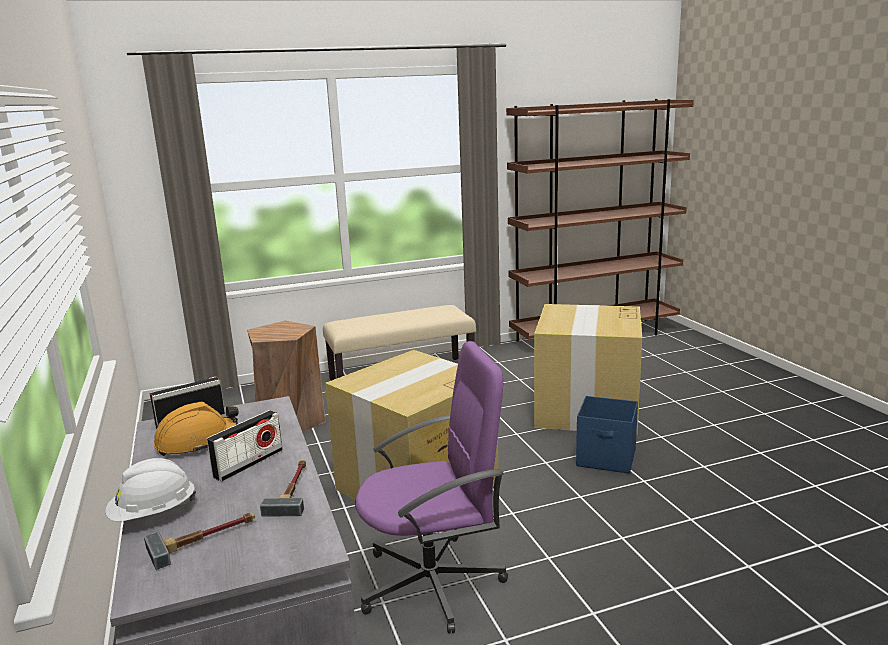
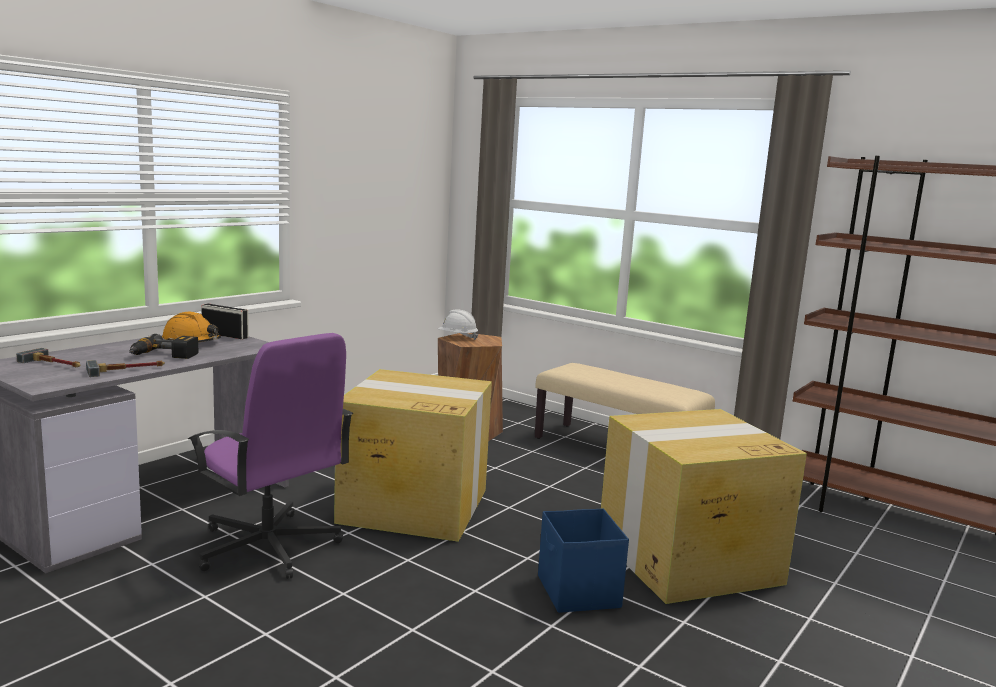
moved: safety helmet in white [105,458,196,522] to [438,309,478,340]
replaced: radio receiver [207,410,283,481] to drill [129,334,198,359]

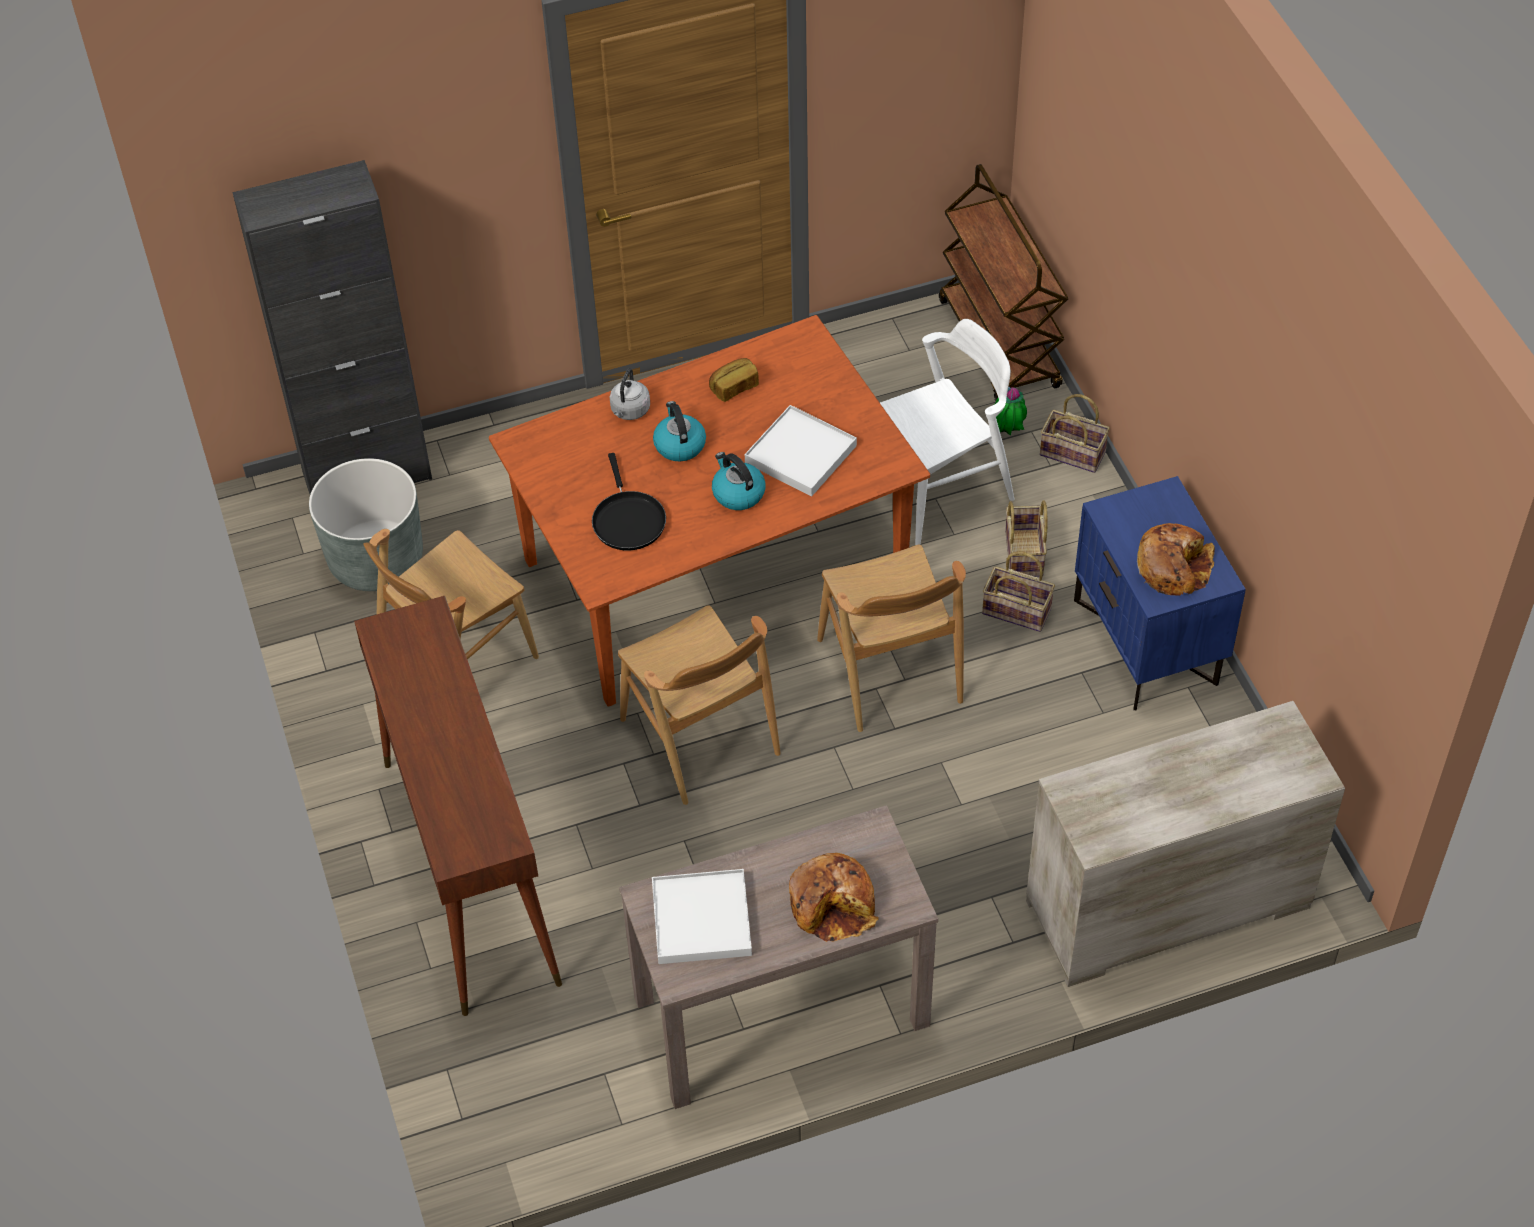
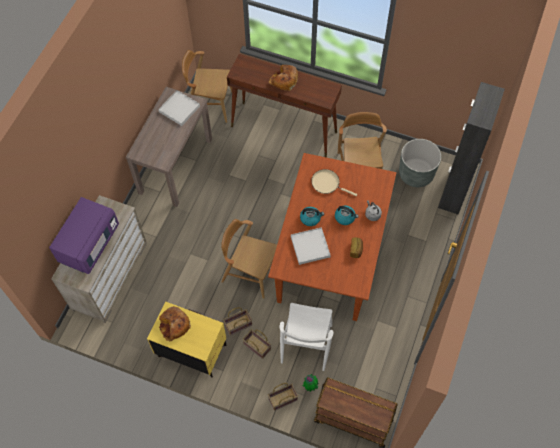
added: microwave in purplish [49,197,119,274]
moved: plain chair in brownish [618,606,781,805] to [182,50,232,123]; bread [789,853,879,942] to [268,65,298,91]
recoloured: frying pan in black-coloured [592,453,666,551] to frying pan in sand-coloured [311,169,357,196]; nightstand in blue [1074,476,1246,711] to nightstand in yellow [147,301,227,378]

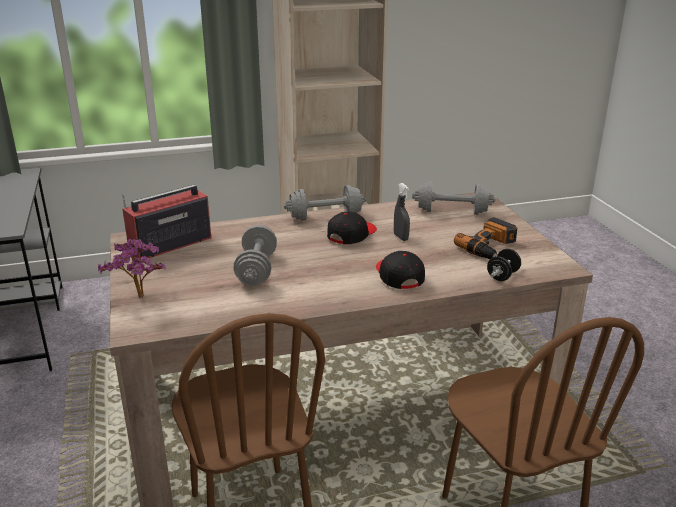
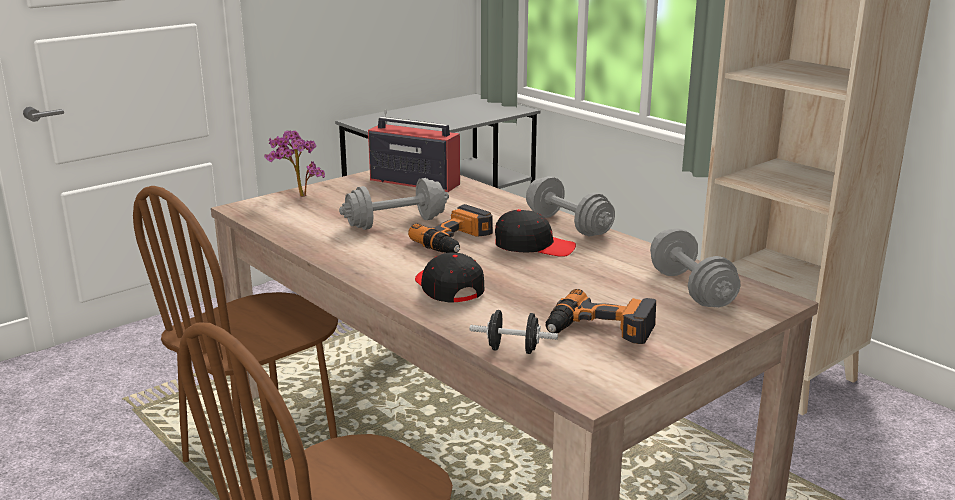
removed: sprayer in gray [394,183,410,241]
added: drill [408,204,493,253]
turned: peaked cap in black-coloured [376,251,425,289] = [415,253,485,303] 75 degrees counterclockwise

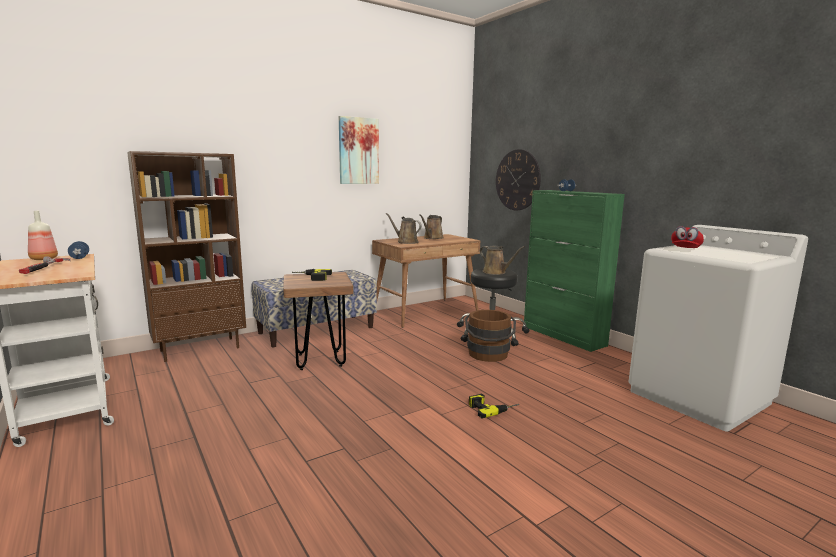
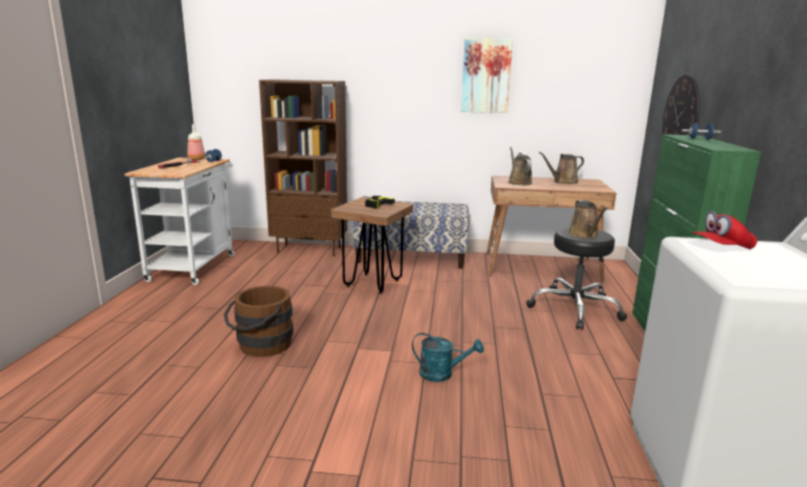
moved: water bucket in brownish [465,310,516,362] to [224,286,293,357]
replaced: drill [469,394,519,419] to watering can in blue-green [412,333,484,382]

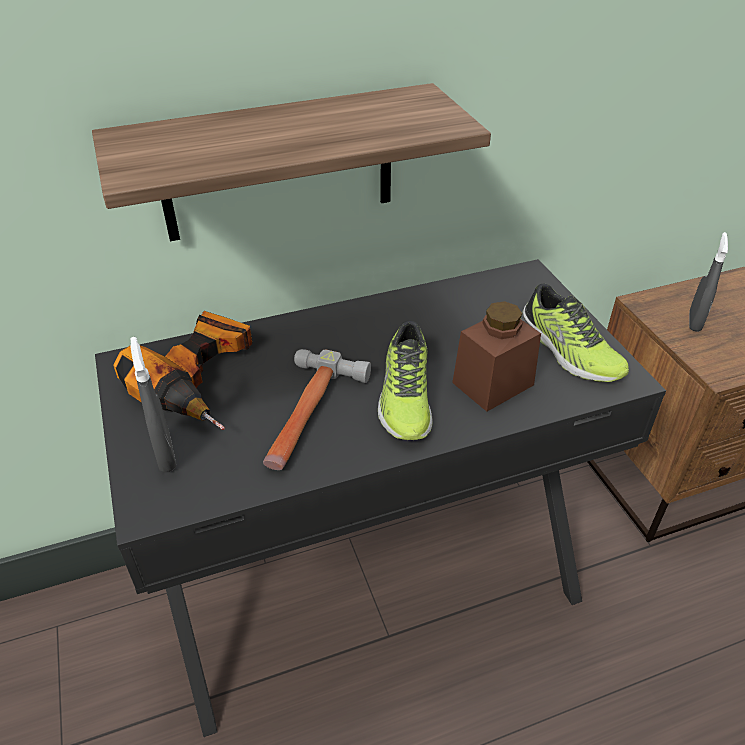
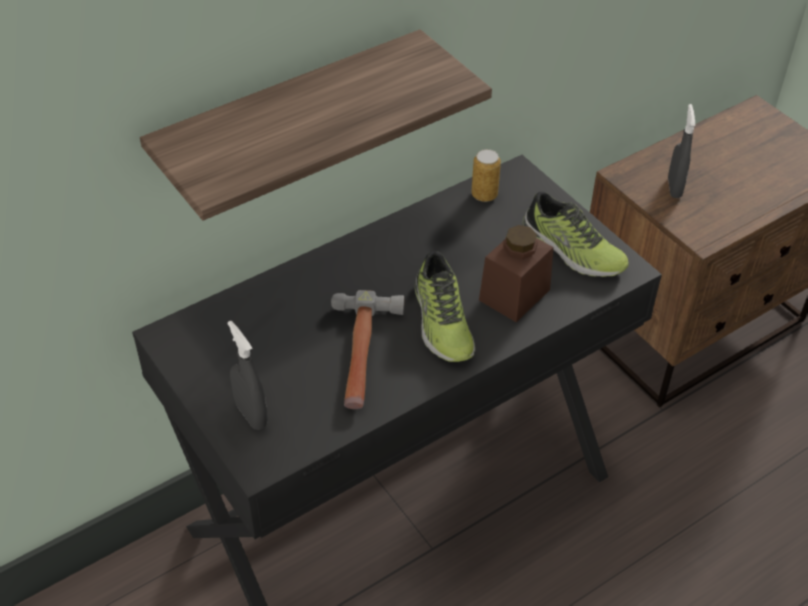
removed: drill [113,311,252,430]
added: can [471,149,501,202]

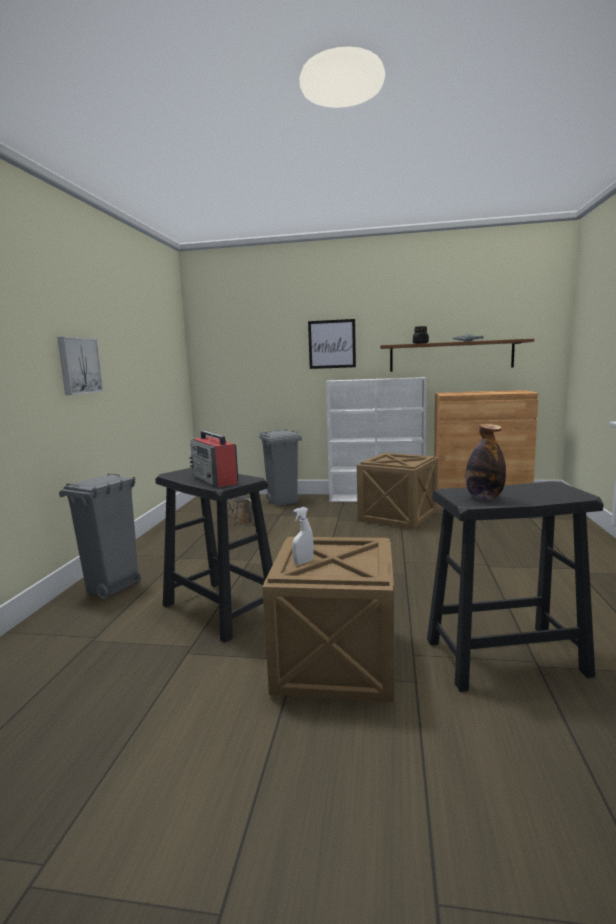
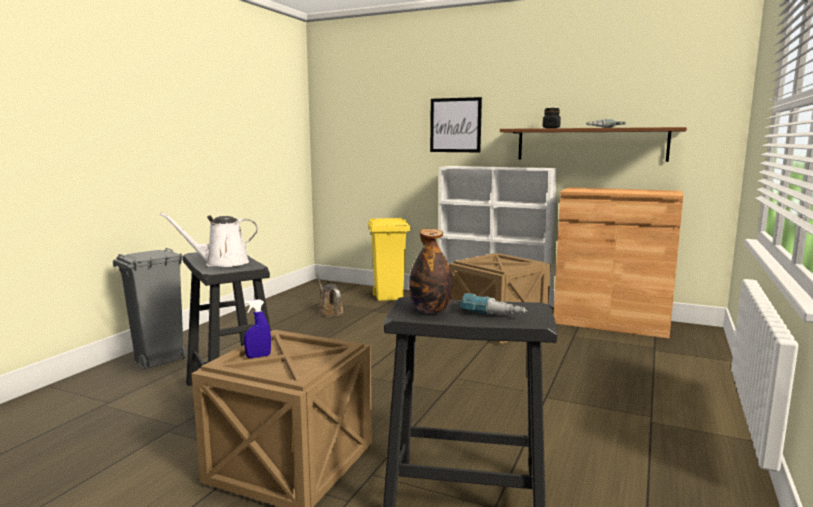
removed: wall picture [57,337,103,395]
added: drill [460,293,527,314]
replaced: radio receiver [189,431,239,487] to watering can in white [160,212,258,267]
recoloured: trash can in gray [259,429,302,506] to trash can in yellow [368,218,410,301]; sprayer in white [292,507,314,565] to sprayer in blue [244,299,271,358]

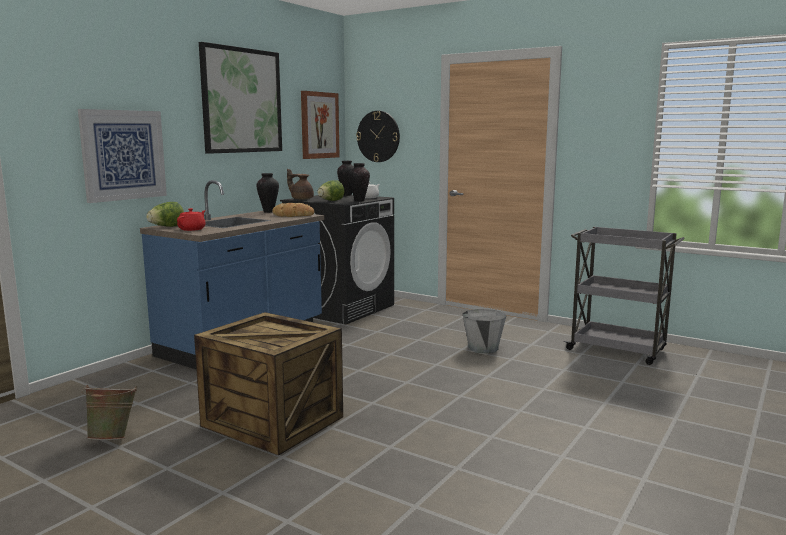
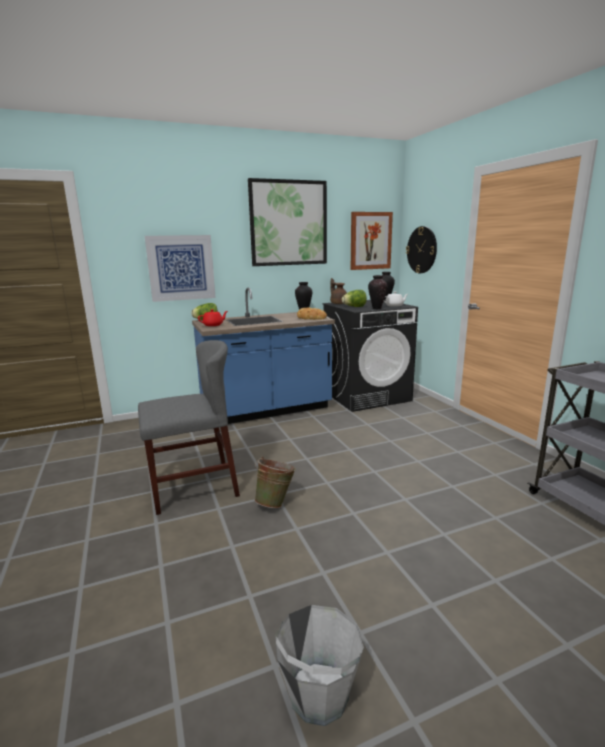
moved: water bucket in gray [462,309,506,354] to [275,605,364,726]; water bucket in greenish [81,385,137,440] to [255,456,296,508]
replaced: shipping crate [194,312,343,455] to plain chair in gray [138,340,240,515]

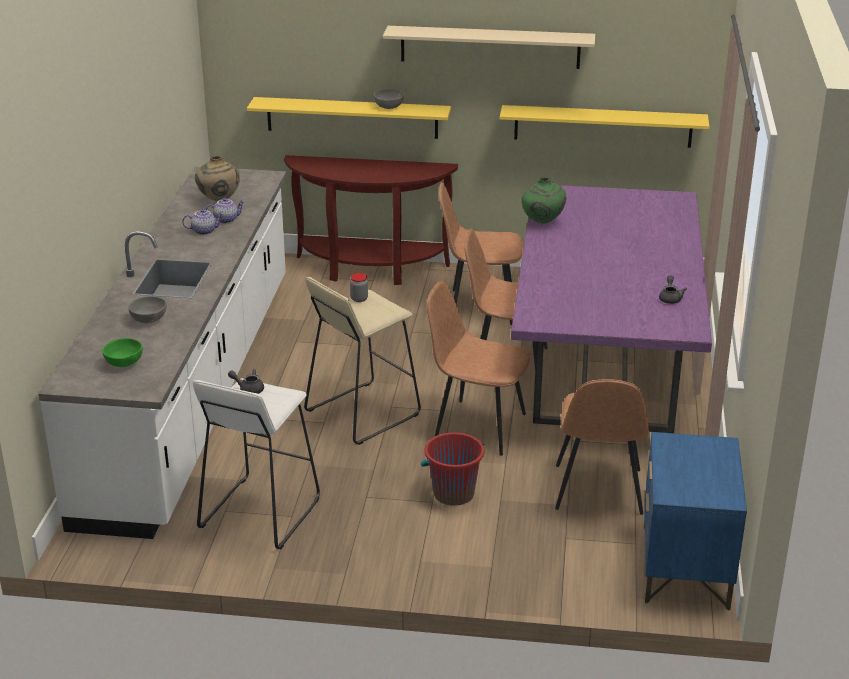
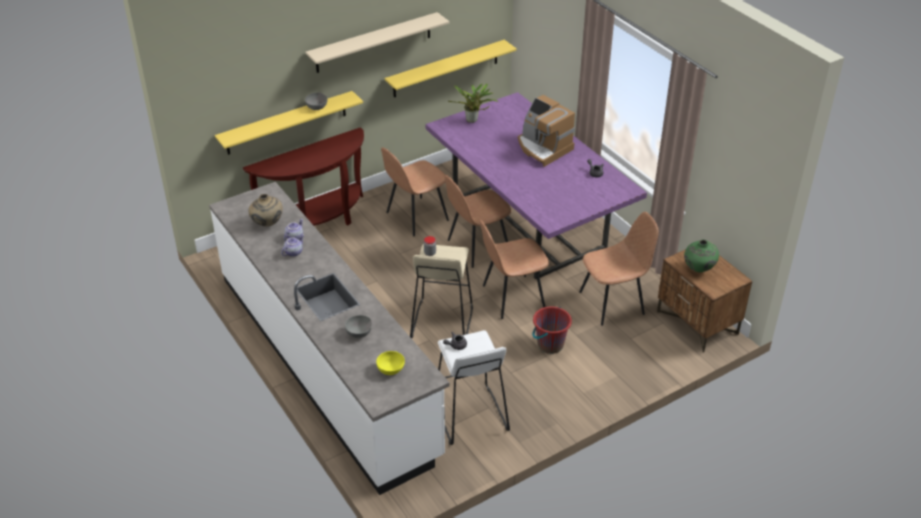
added: plant in a pot [448,84,498,123]; coffee brewer [518,95,575,167]
moved: decorative vase in greenish [521,177,566,224] to [684,240,719,272]
recoloured: serving bowl in greenish [102,338,143,367] to serving bowl in yellow [376,351,405,375]; nightstand in blue [644,432,747,611] to nightstand in brownish [657,249,752,353]
turned: plain chair in brownish [555,379,649,515] = [579,212,659,326] 75 degrees counterclockwise

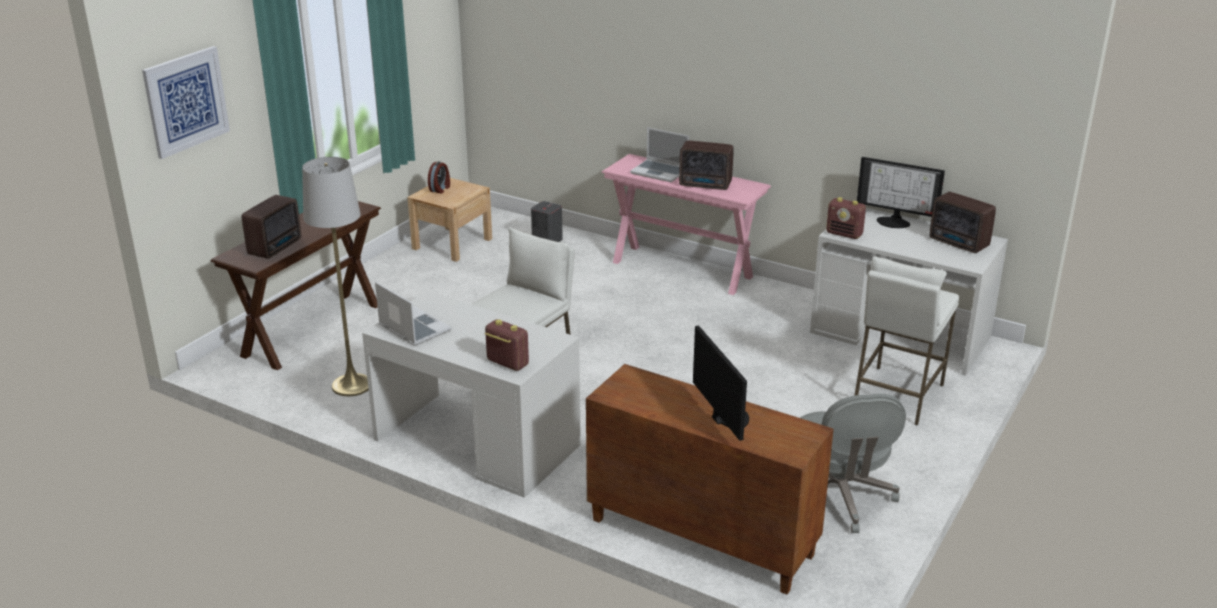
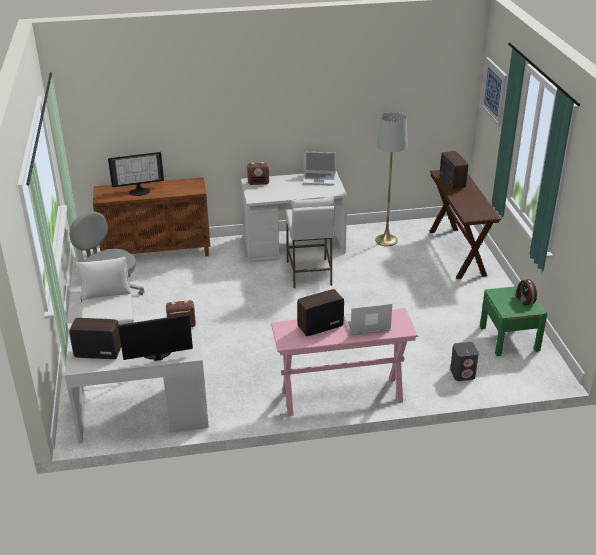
recoloured: nightstand in sand-coloured [407,178,492,262] to nightstand in greenish [480,286,547,356]
turned: computer display [693,325,749,441] = [108,152,164,196] 45 degrees counterclockwise

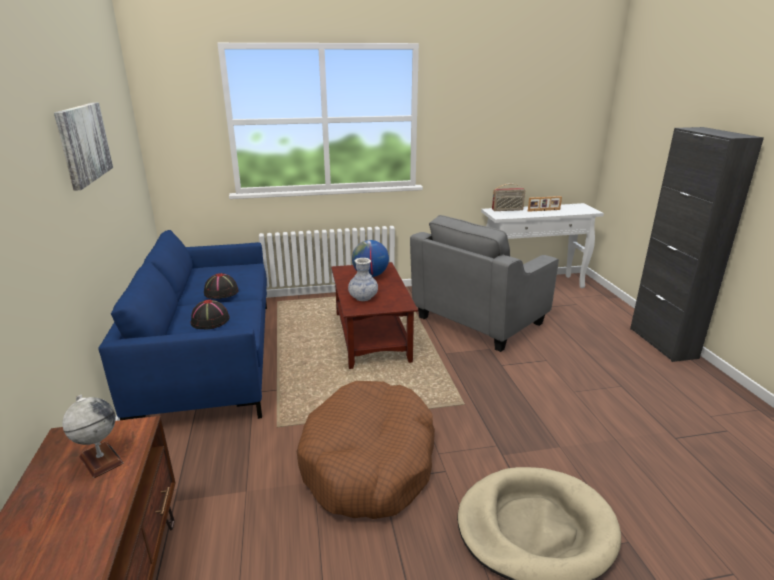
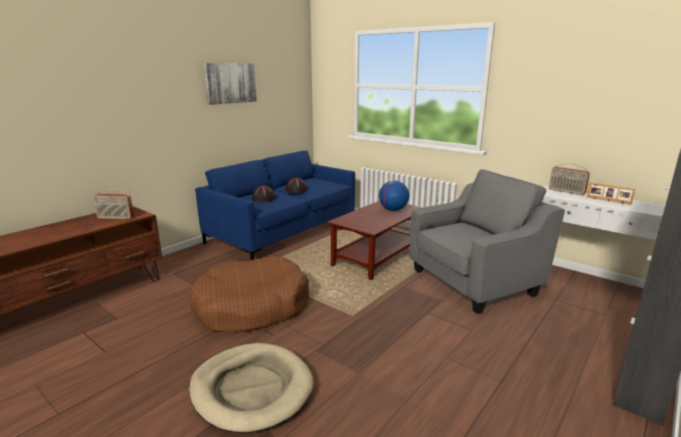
removed: decorative vase [348,258,378,301]
replaced: world globe [62,395,124,478] to radio receiver [93,189,134,219]
turned: armchair in gray [410,215,559,352] = [409,170,565,314] 150 degrees clockwise

